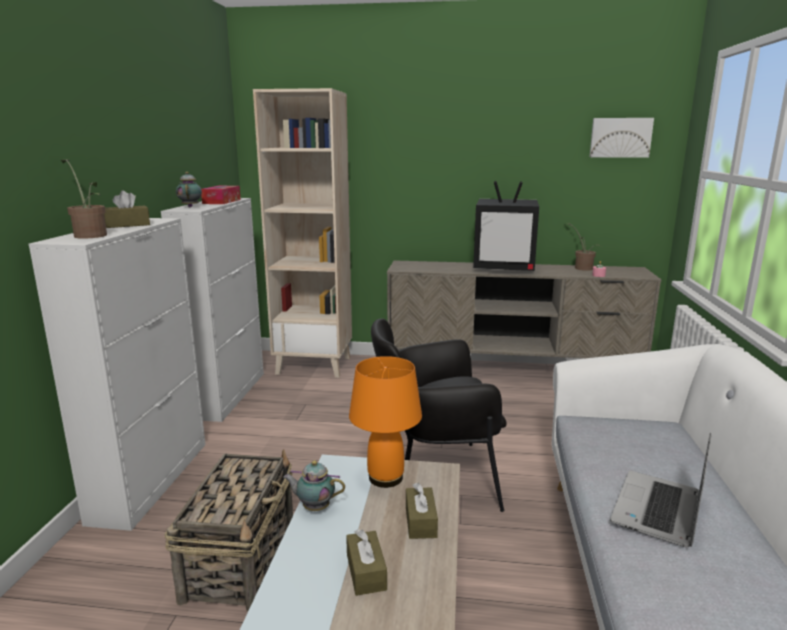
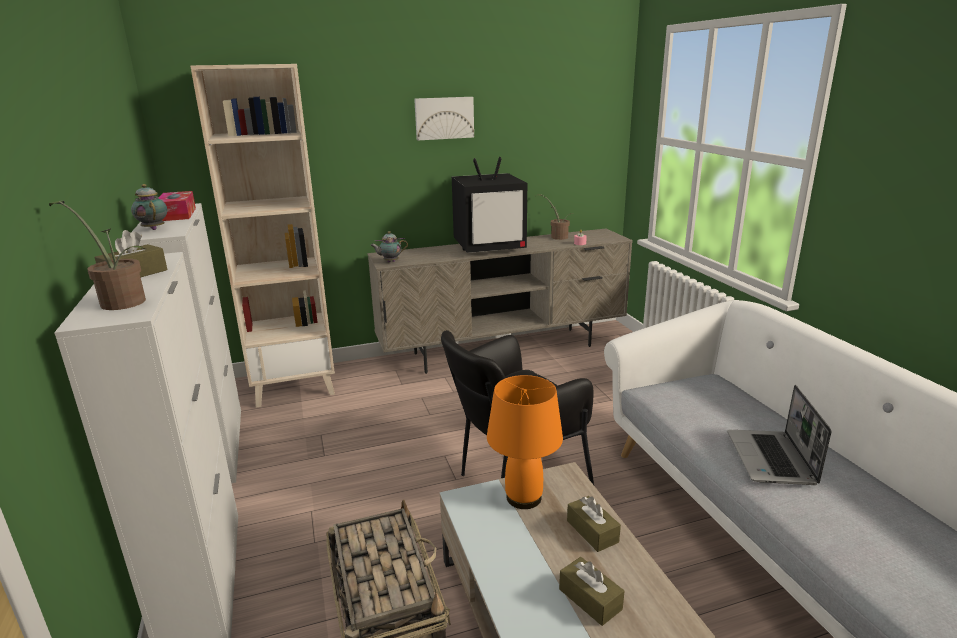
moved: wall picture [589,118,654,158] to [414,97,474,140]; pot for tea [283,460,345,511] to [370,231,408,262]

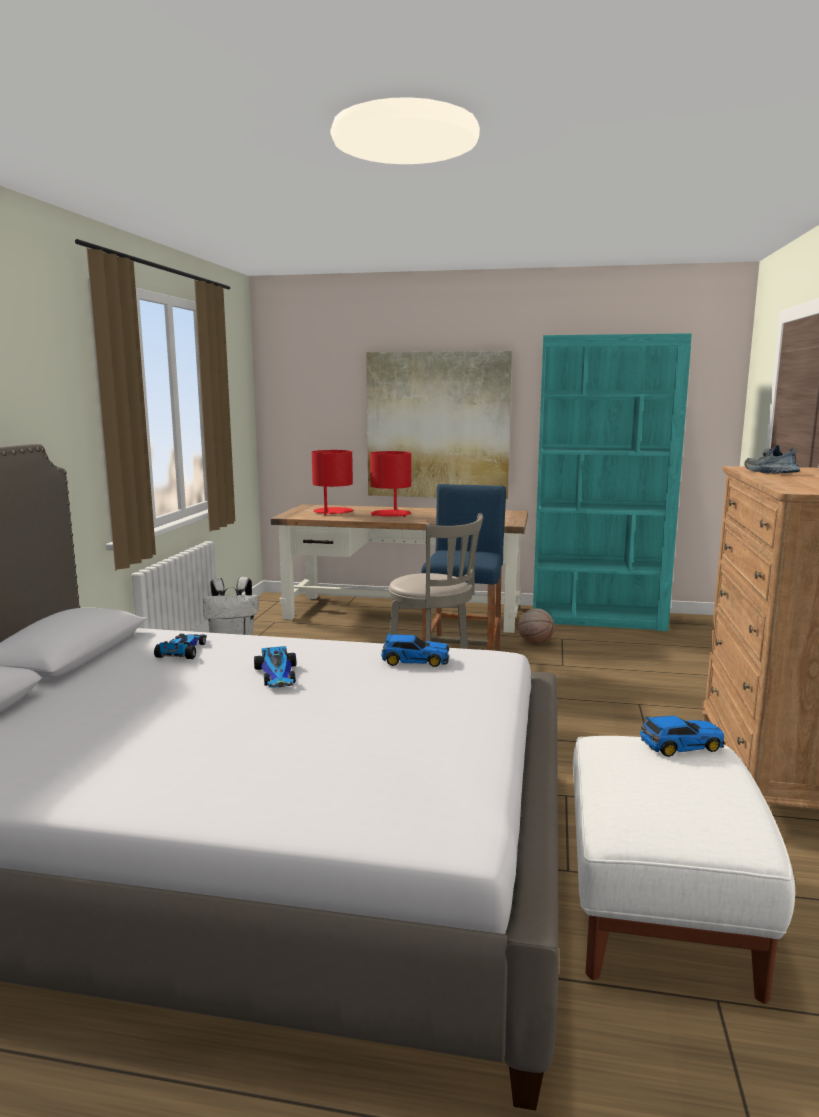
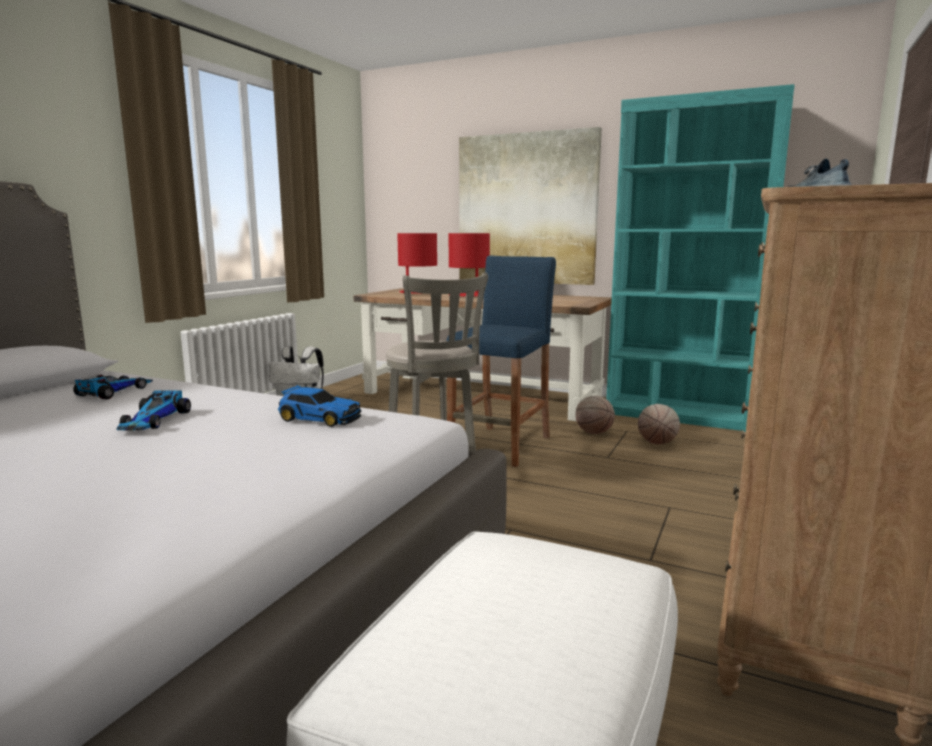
removed: model car [640,716,725,757]
added: ball for basketball [638,404,680,444]

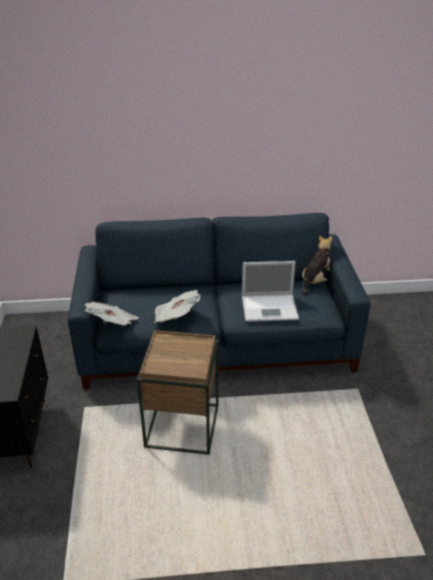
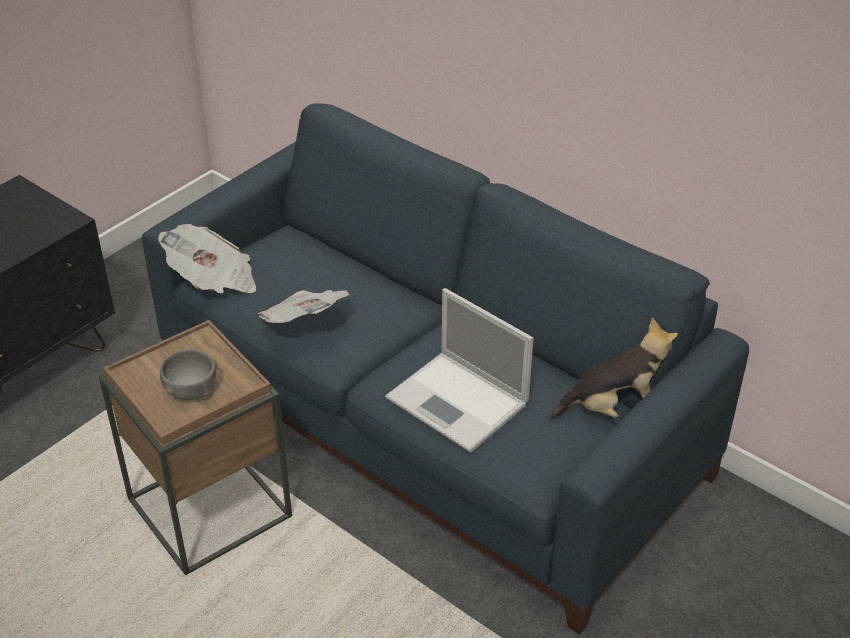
added: serving bowl in gray [160,349,218,400]

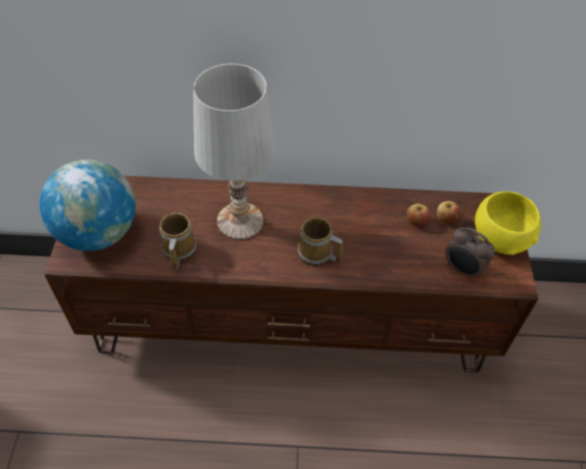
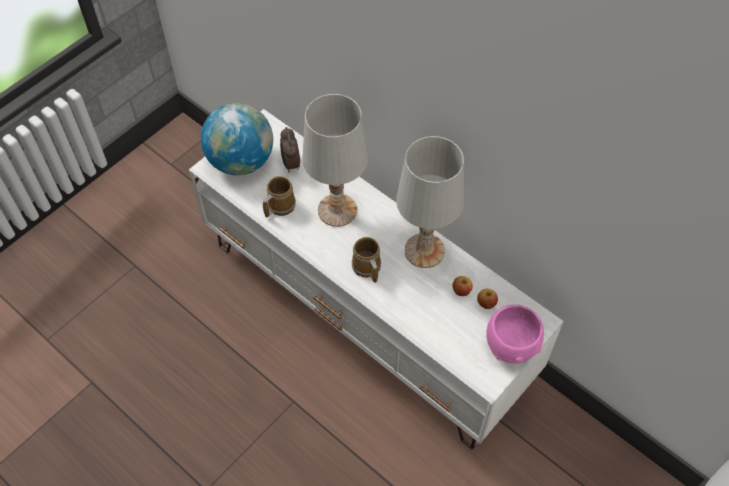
added: table lamp in white [396,136,464,268]
moved: alarm clock [445,227,495,279] to [280,127,300,172]
recoloured: tv unit in brownish [44,176,538,372] to tv unit in white [189,109,563,449]; serving bowl in yellow [475,191,541,255] to serving bowl in pinkish [486,305,544,364]

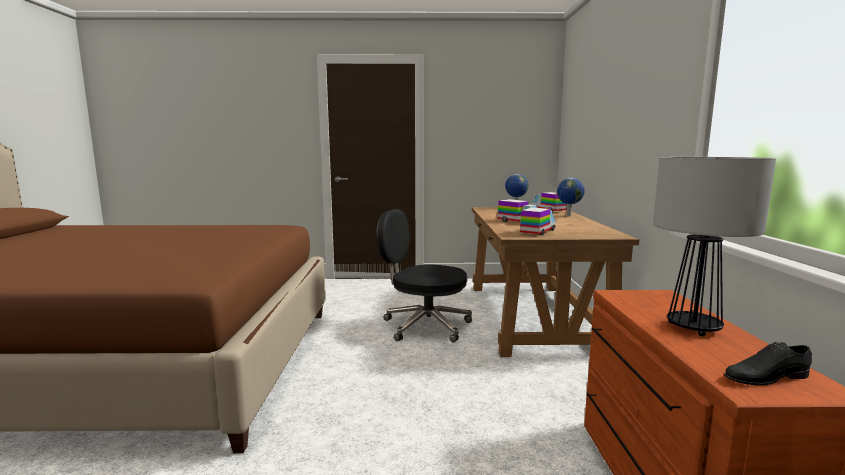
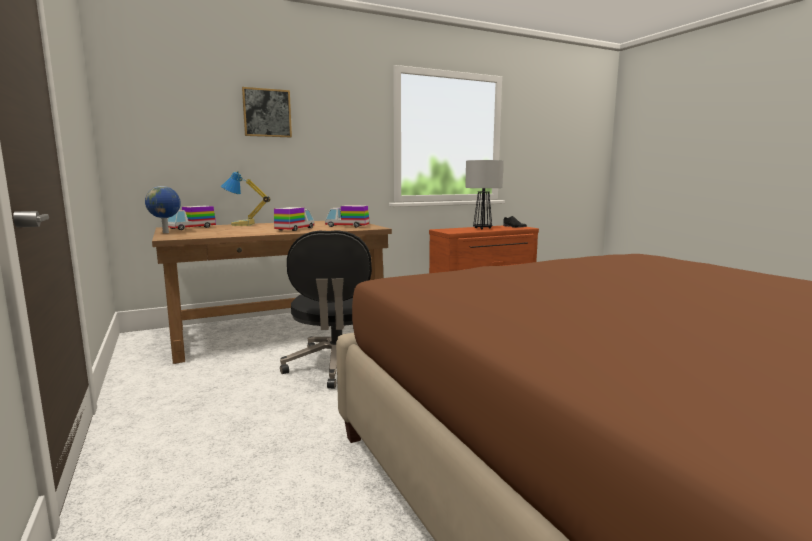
added: wall picture [242,87,292,137]
replaced: world globe [557,178,584,217] to table lamp [221,171,270,226]

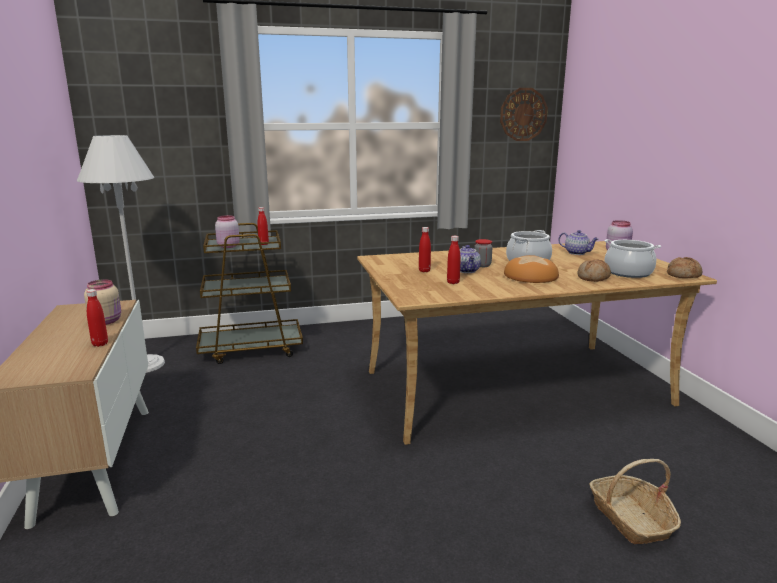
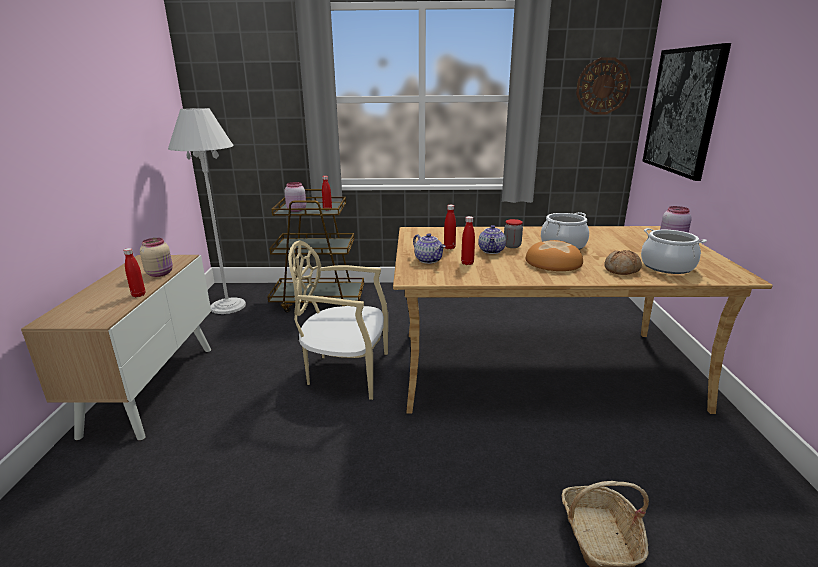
removed: bread [667,257,702,278]
added: wall picture [642,43,731,181]; plain chair in sand-coloured [288,240,388,400]
moved: pot for tea [558,230,599,255] to [413,233,445,264]

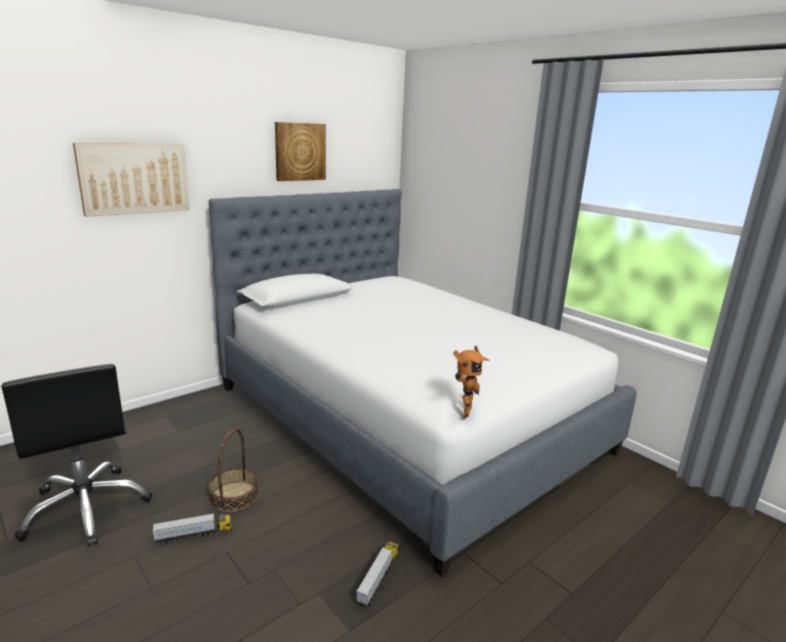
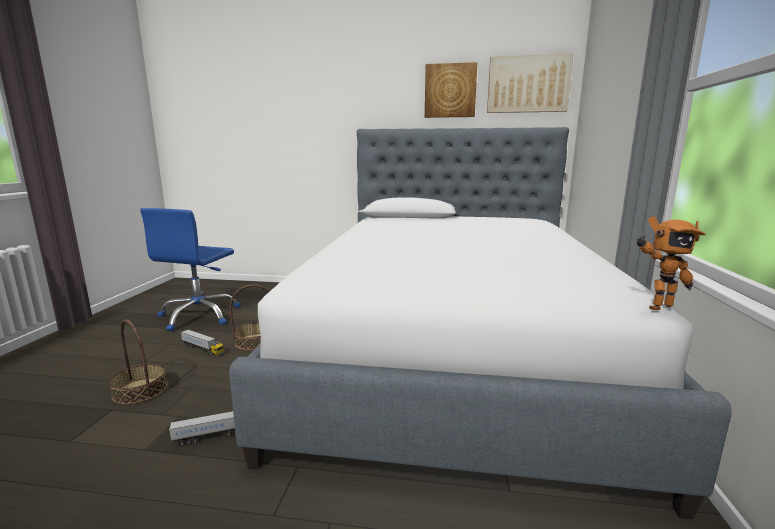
added: household basket [109,320,168,405]
moved: wall picture [73,143,189,217] to [487,54,573,113]; toy robot [453,345,490,419] to [637,216,706,310]
recoloured: desk chair in black-coloured [2,364,152,546] to desk chair in blue [140,208,241,331]

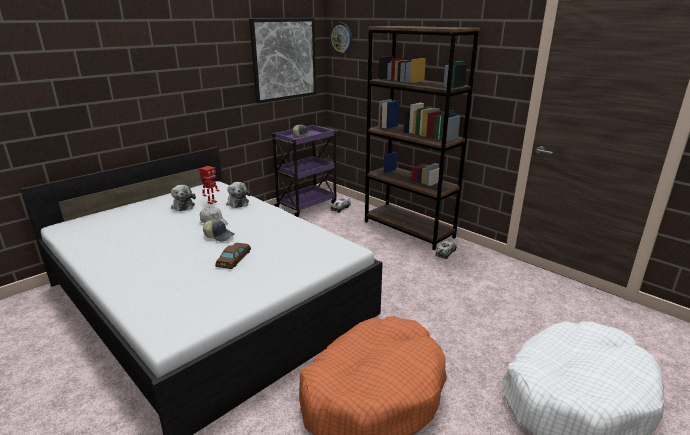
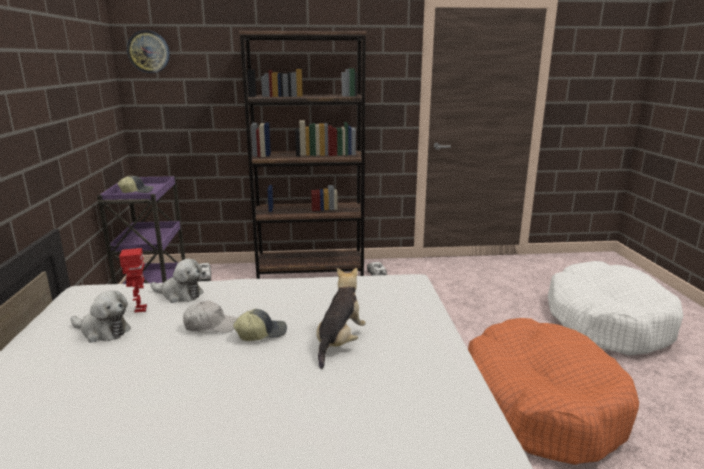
removed: wall picture [249,18,316,103]
replaced: model car in brownish [215,243,251,269] to plush toy [316,268,366,369]

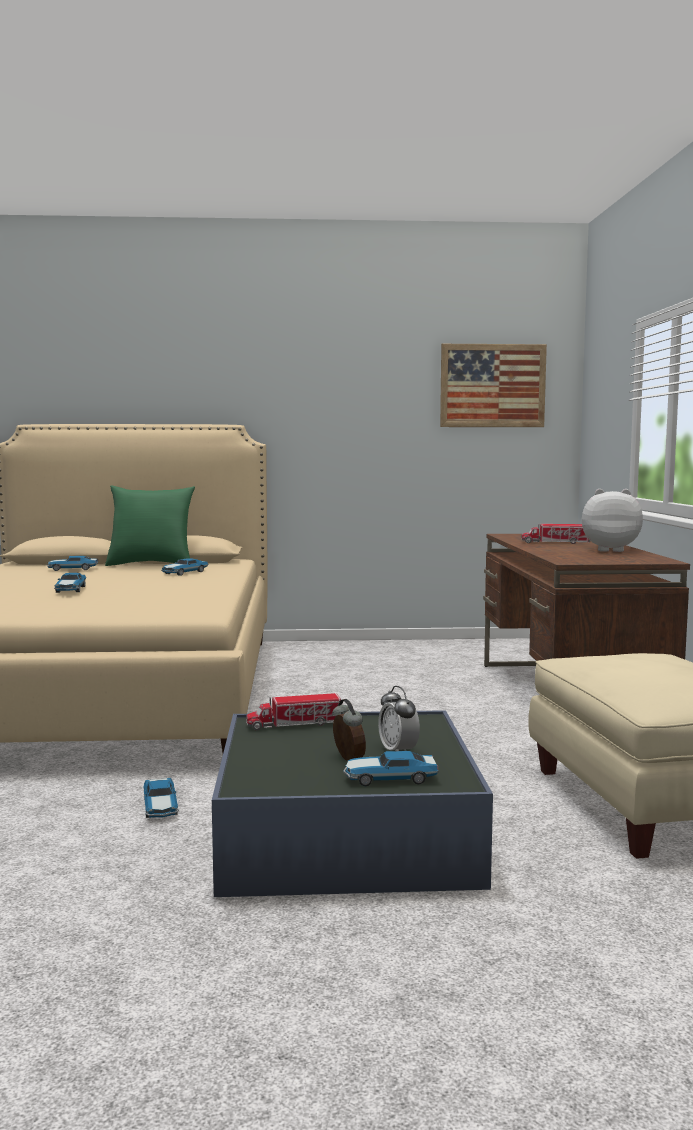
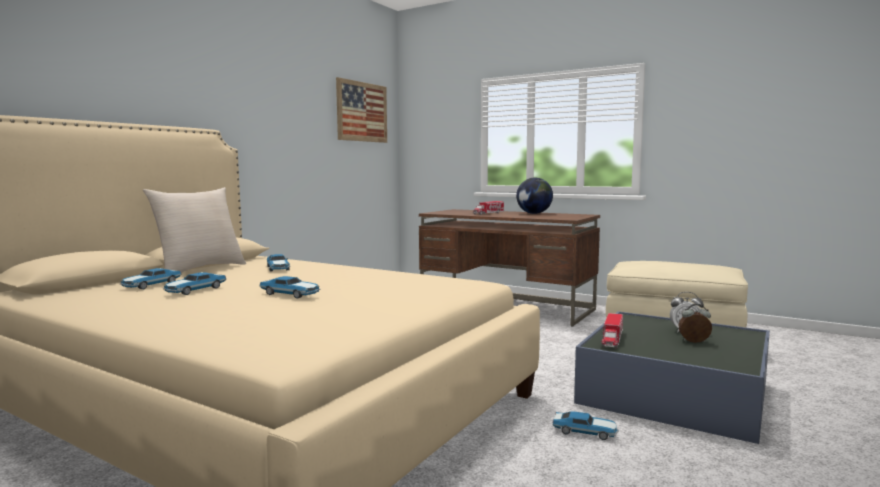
moved: model car [343,751,438,786] to [163,272,226,295]
replaced: plush toy [582,489,643,552] to world globe [516,178,553,214]
recoloured: throw pillow in greenish [105,486,195,566] to throw pillow in sand-coloured [143,187,246,273]

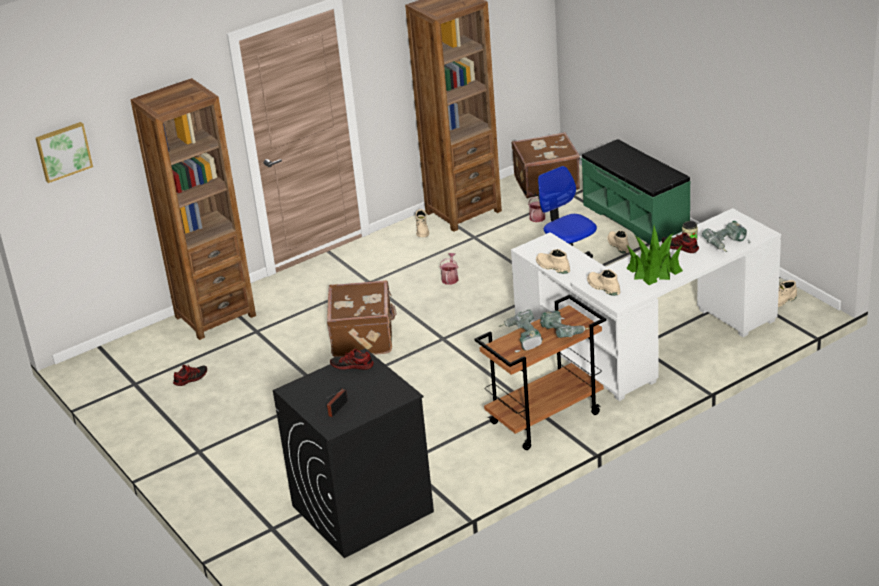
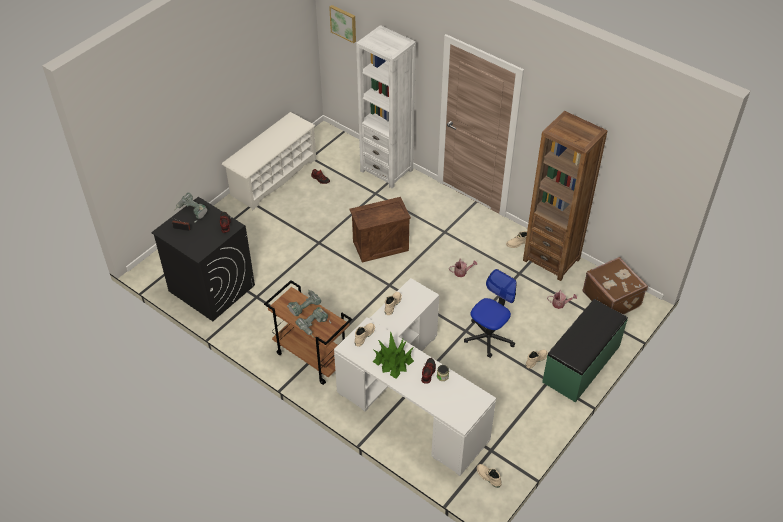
added: shoe stand in white [222,112,316,210]
moved: drill [702,221,751,252] to [174,193,207,223]
replaced: suitcase in brownish [327,280,397,357] to shipping crate [350,197,411,263]
recoloured: bookshelf in brownish [130,78,256,340] to bookshelf in white [356,25,416,188]

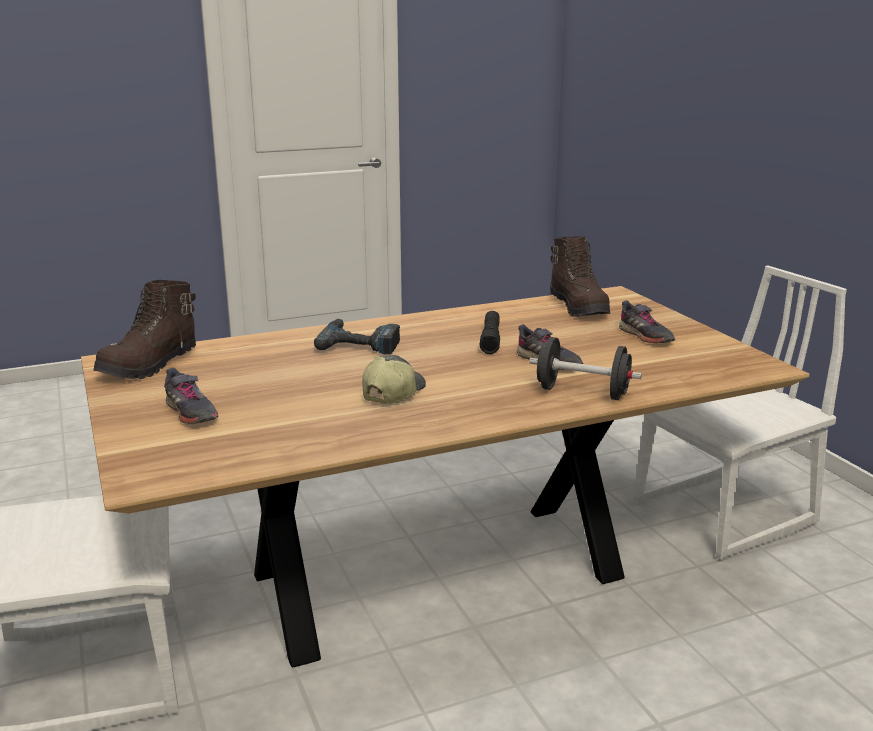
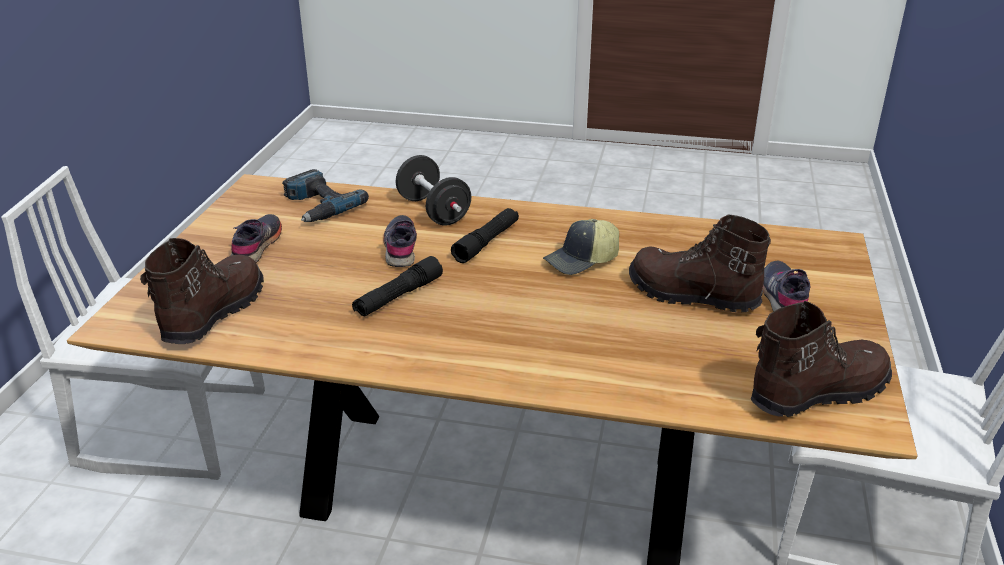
added: hand torch in black-coloured [451,208,519,263]; tall boot in brownish [629,214,771,312]
moved: drill [314,319,400,355] to [282,169,369,222]

